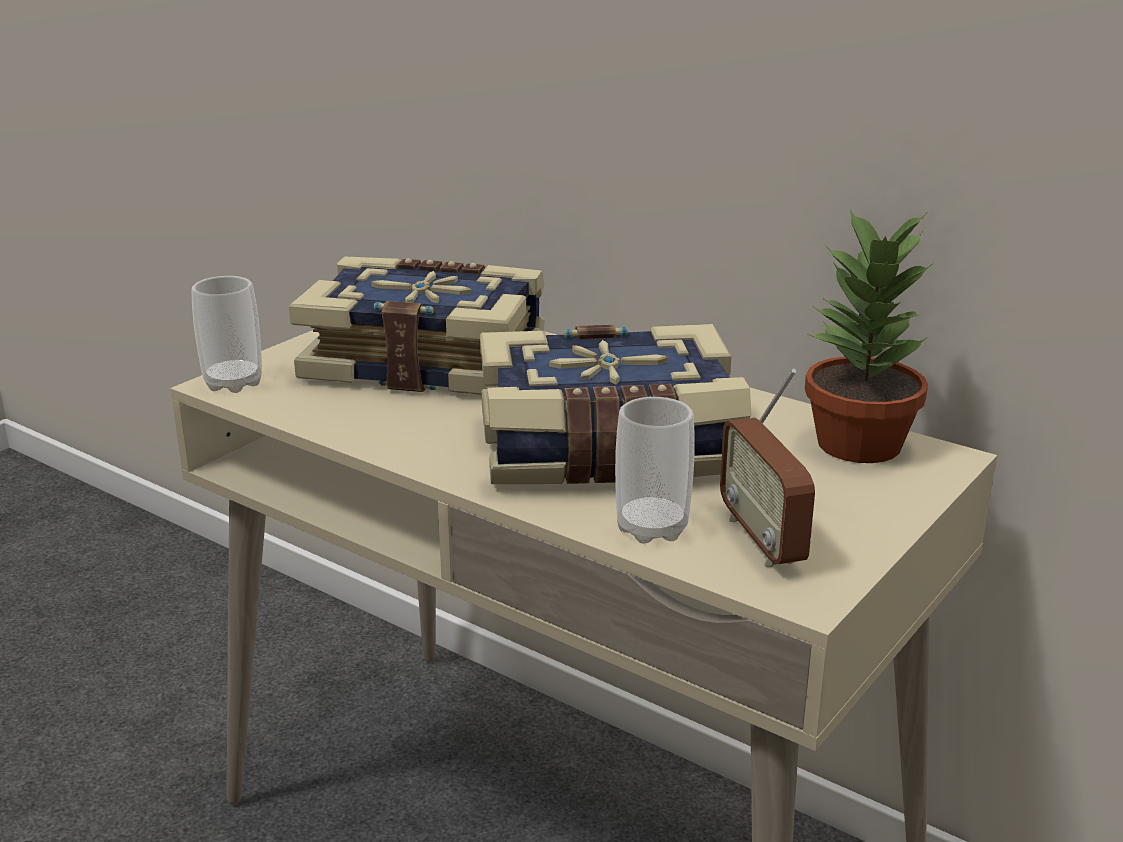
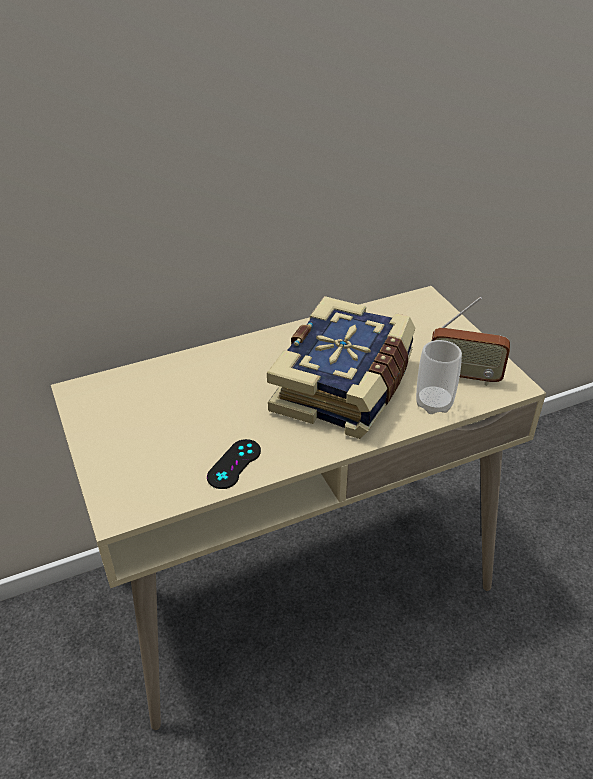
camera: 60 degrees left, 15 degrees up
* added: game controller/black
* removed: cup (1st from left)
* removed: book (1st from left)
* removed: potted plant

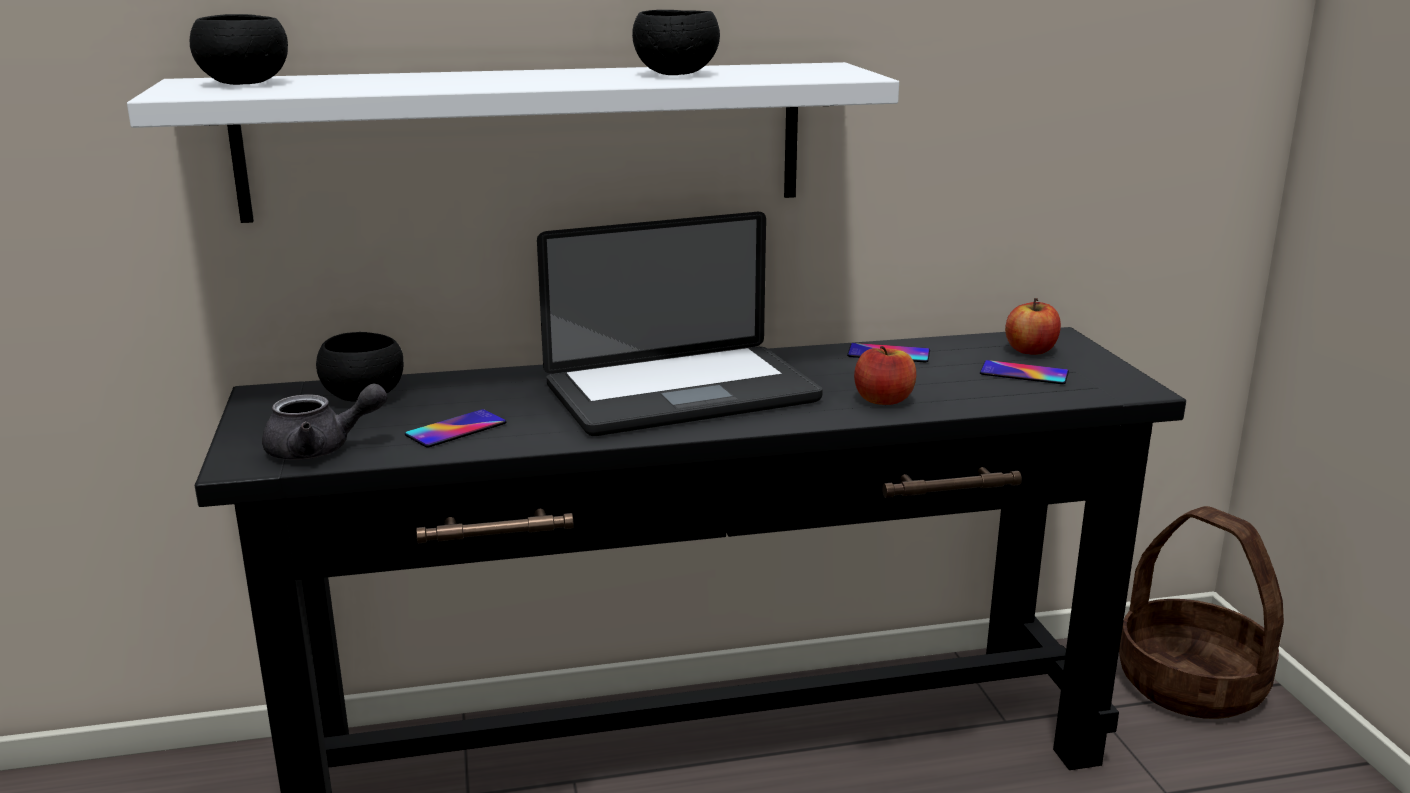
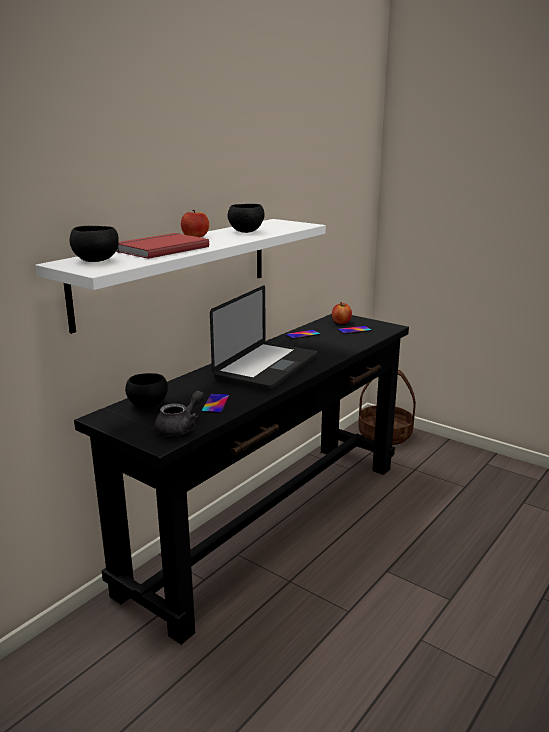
camera: 40 degrees left, 0 degrees up
* added: book/red
* moved: apple (1st from left)

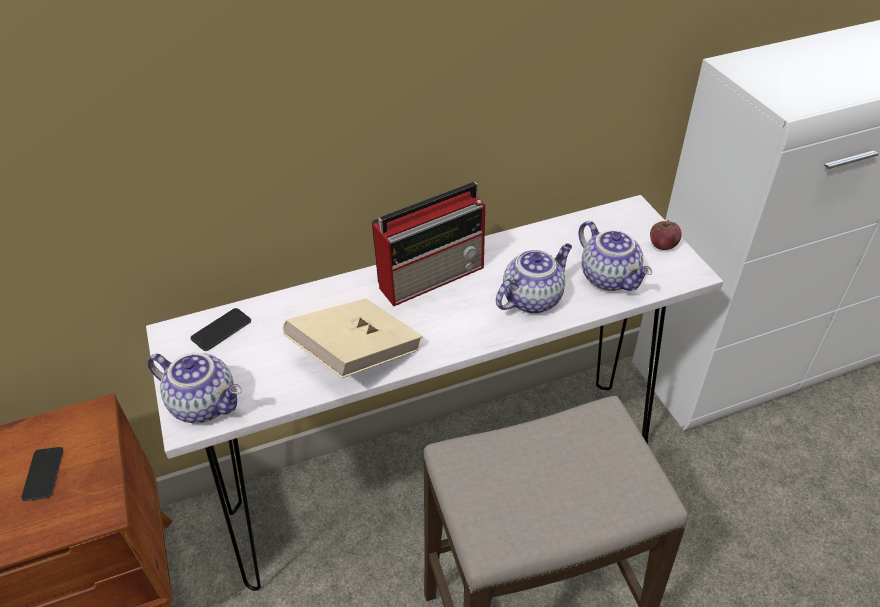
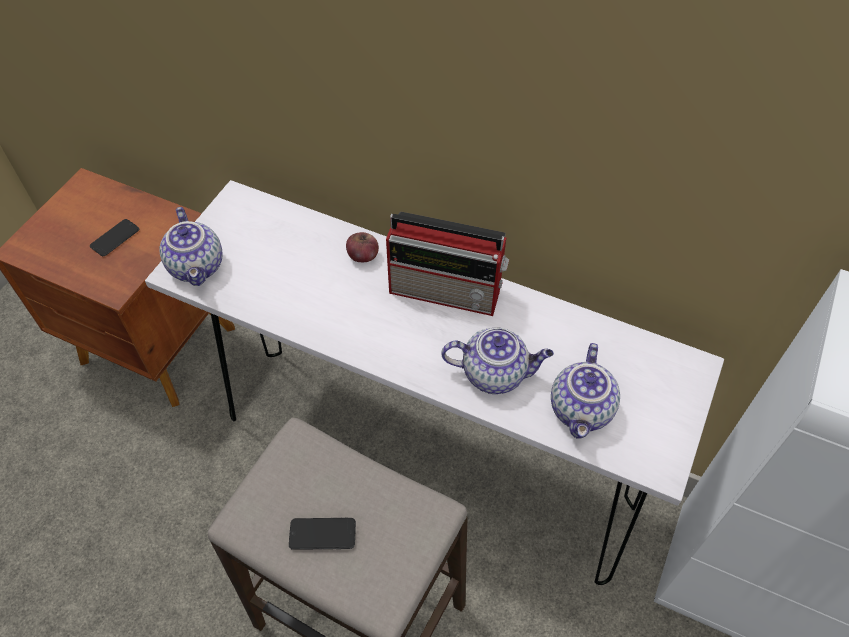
camera: 45 degrees right, 10 degrees up
* moved: phone (2nd from left)
* moved: apple
* removed: book/beige

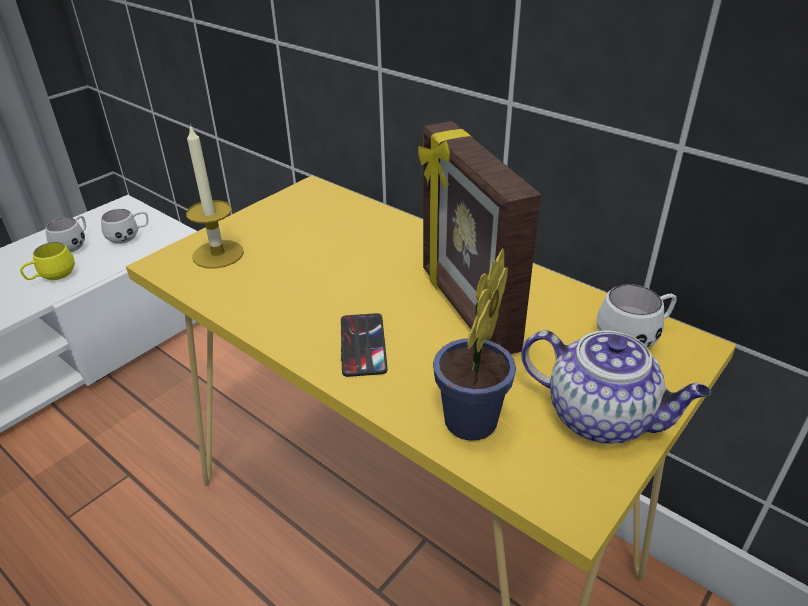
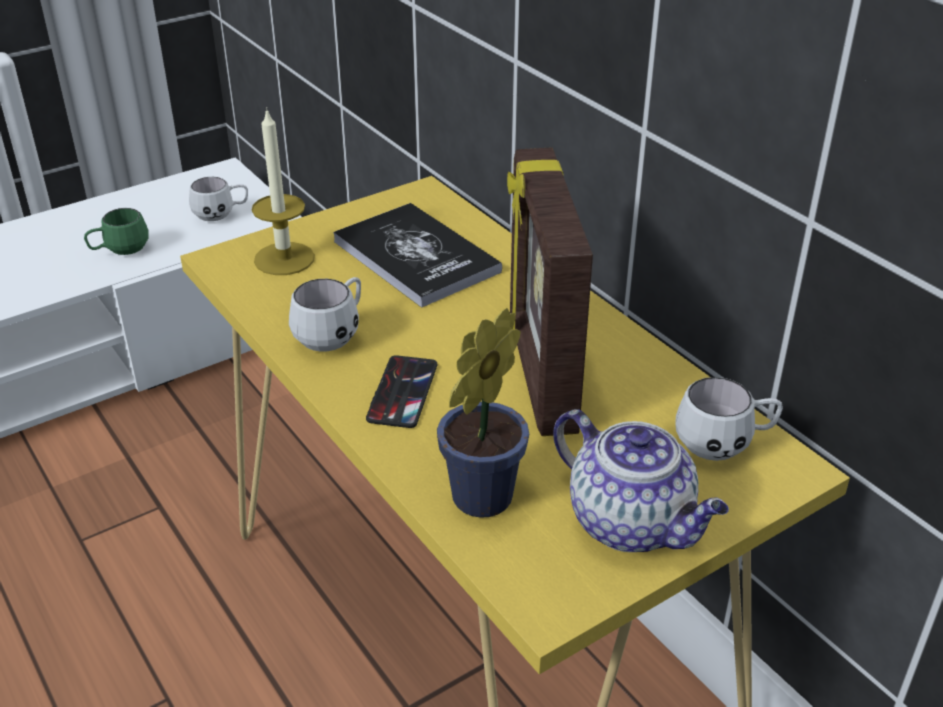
camera: 15 degrees right, 0 degrees up
* recoloured: mug/yellow to mug/green
* moved: mug/white (1st from left in the first image) to mug/white (2nd from left)
* added: book

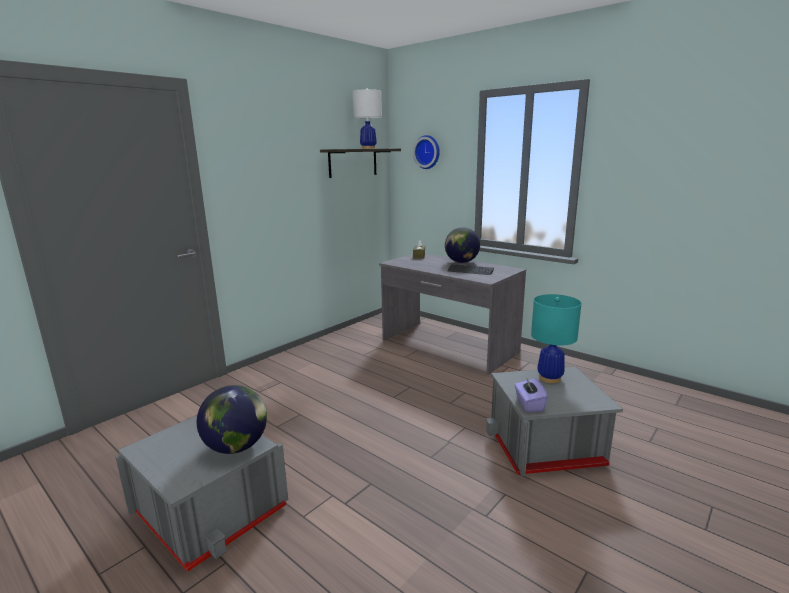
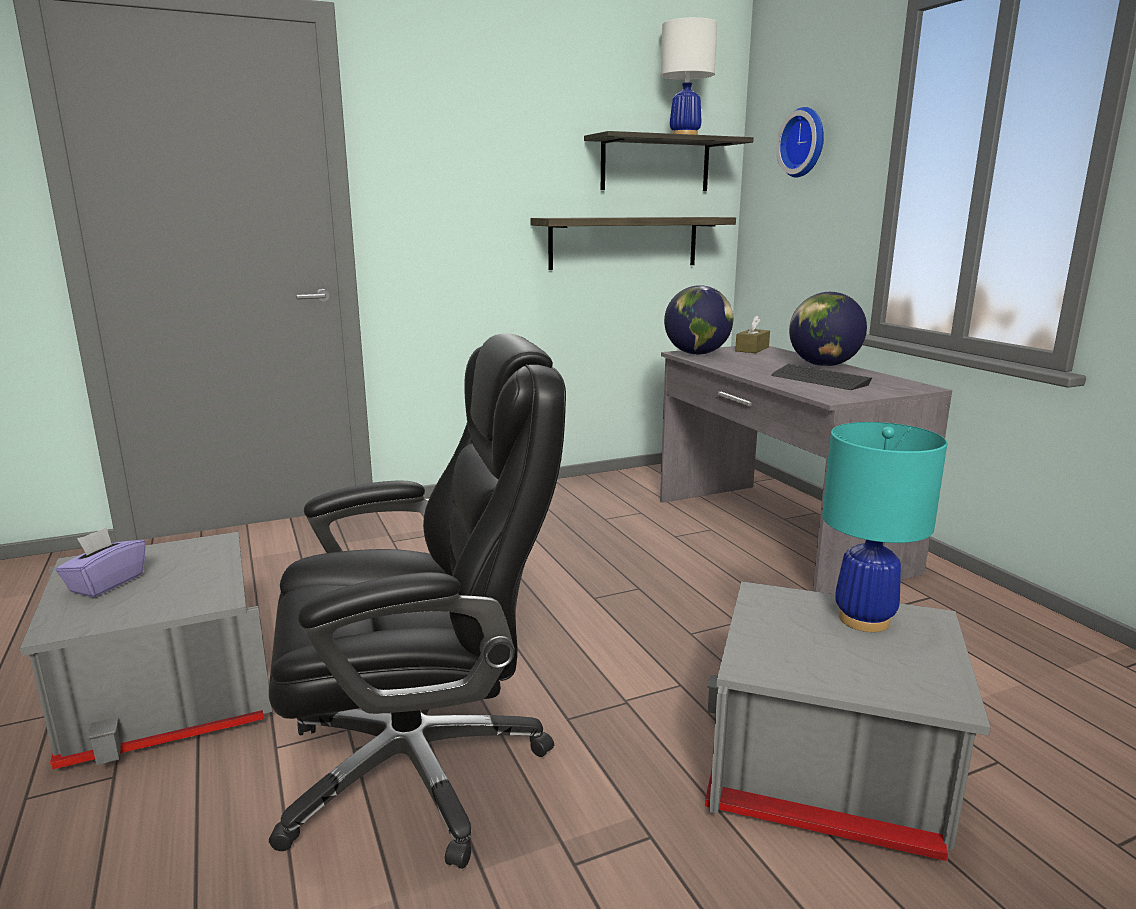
camera: 25 degrees right, 0 degrees up
* moved: tissue box/purple
* added: office chair/black
* added: shelf (1st from left)
* moved: globe (1st from left)

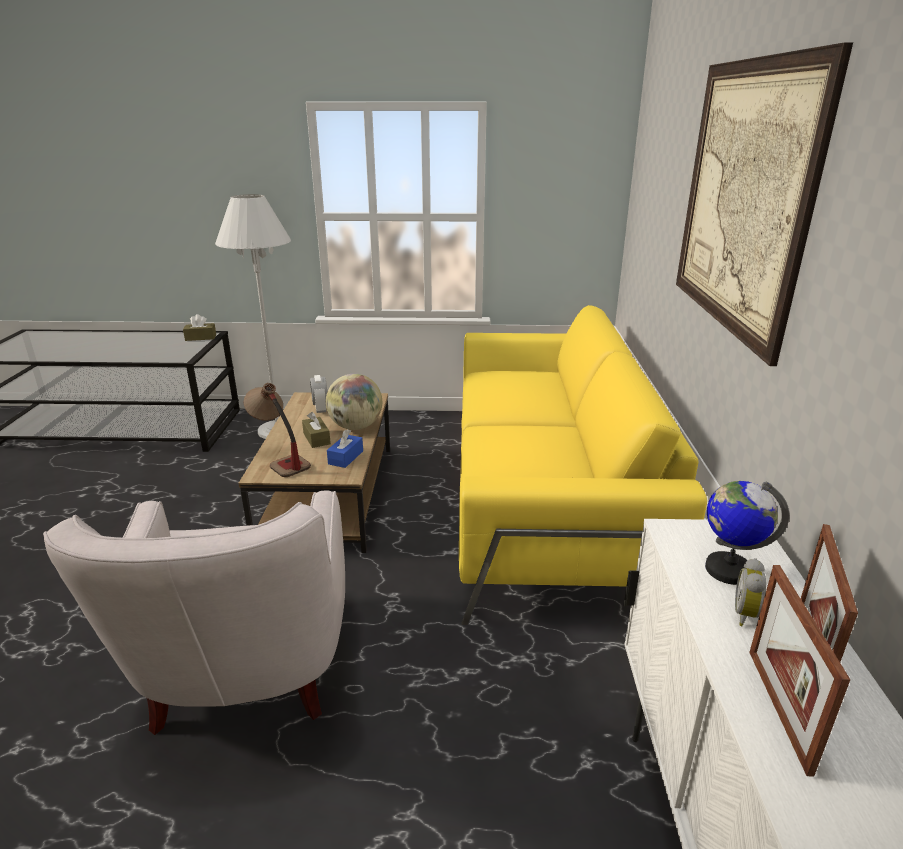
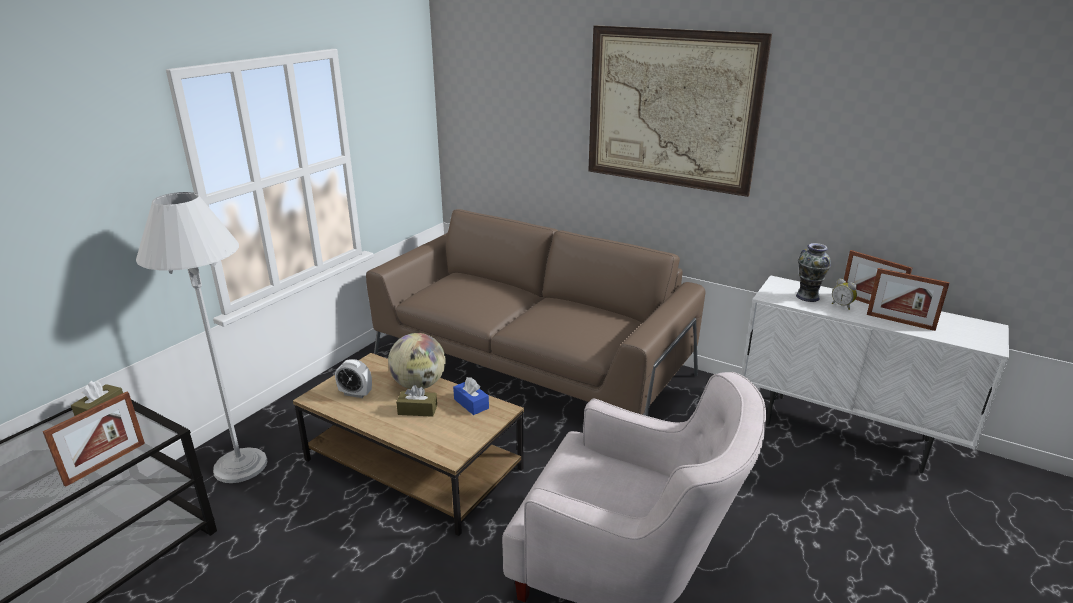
camera: 60 degrees left, 0 degrees up
* added: picture frame (1st from left)
* recoloured: sofa/yellow to sofa/brown
* replaced: globe (2nd from left) to vase
* removed: table lamp

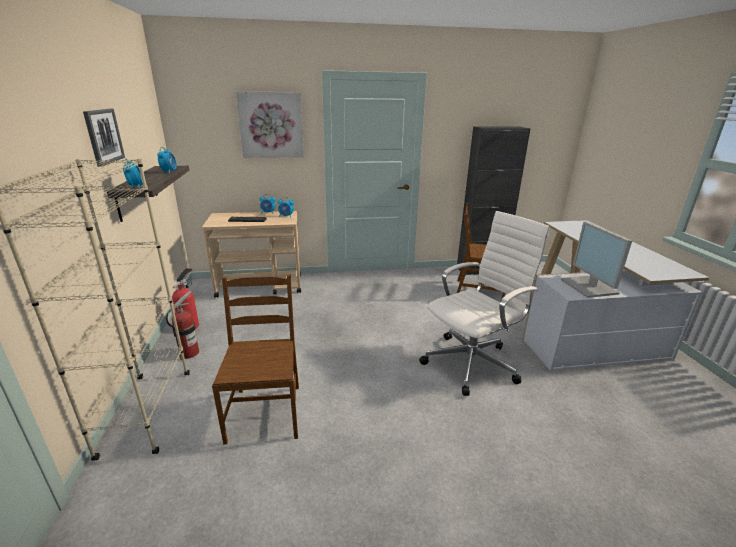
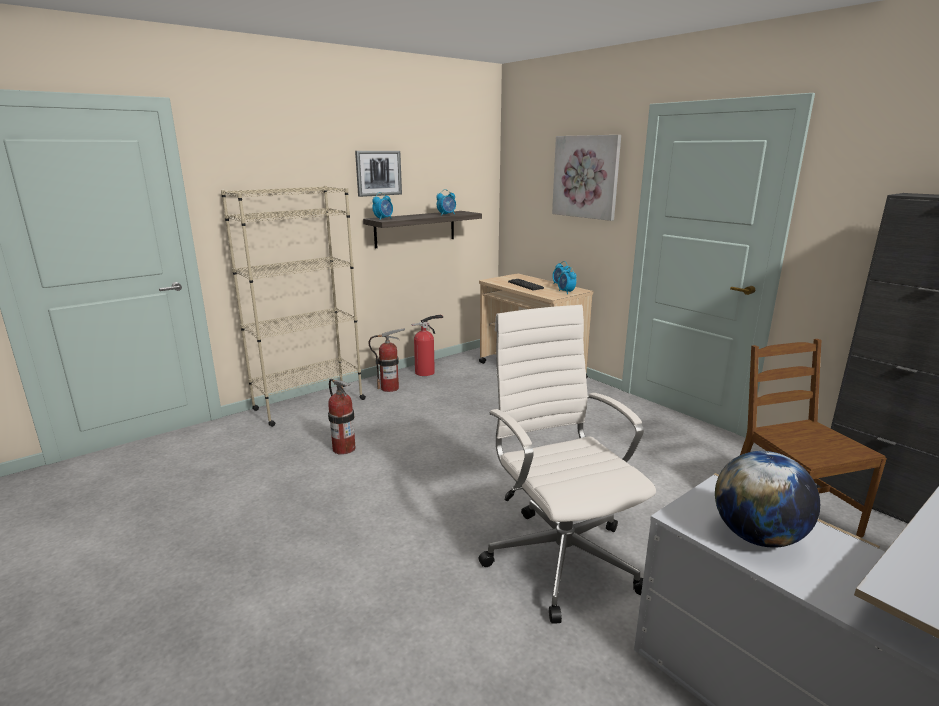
camera: 60 degrees right, 5 degrees down
* replaced: chair/brown (1st from left) to fire extinguisher (1st from left)
* turned: office chair/white 135 degrees counterclockwise
* replaced: monitor to globe

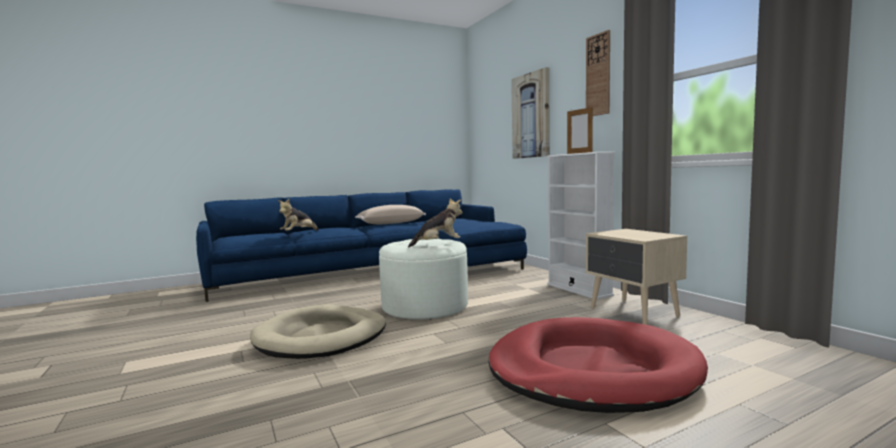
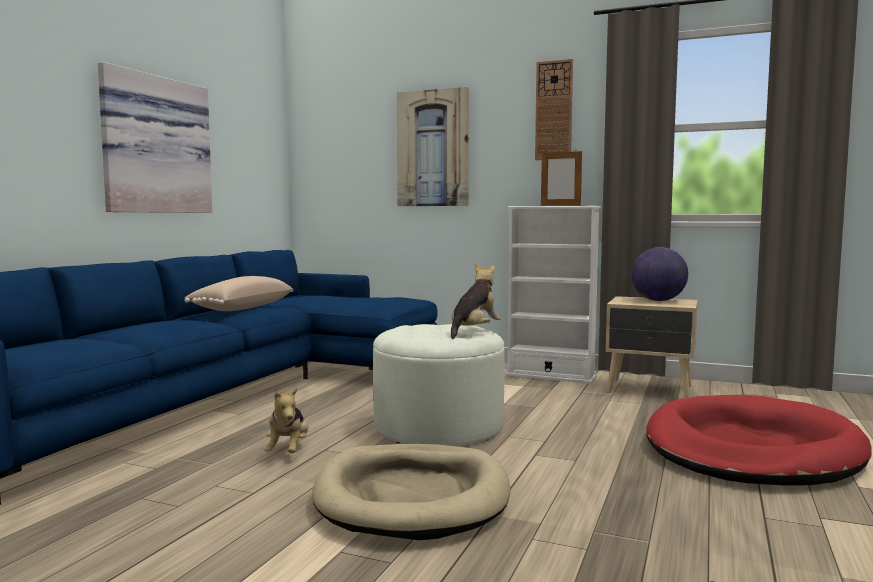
camera: 40 degrees left, 0 degrees up
* added: picture (1st from left)
* moved: plush toy (1st from left)
* added: globe

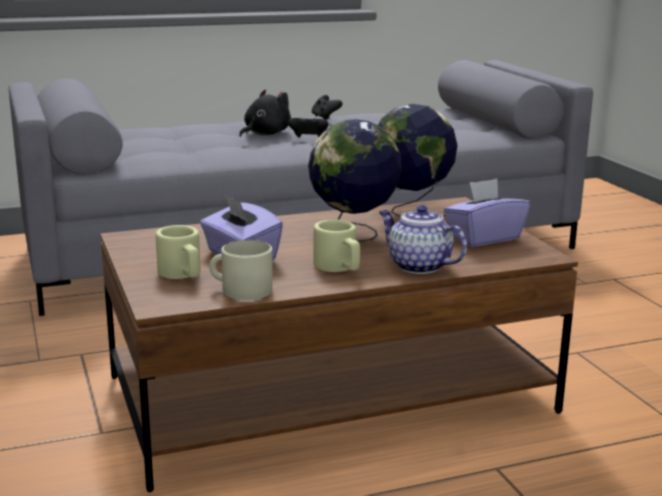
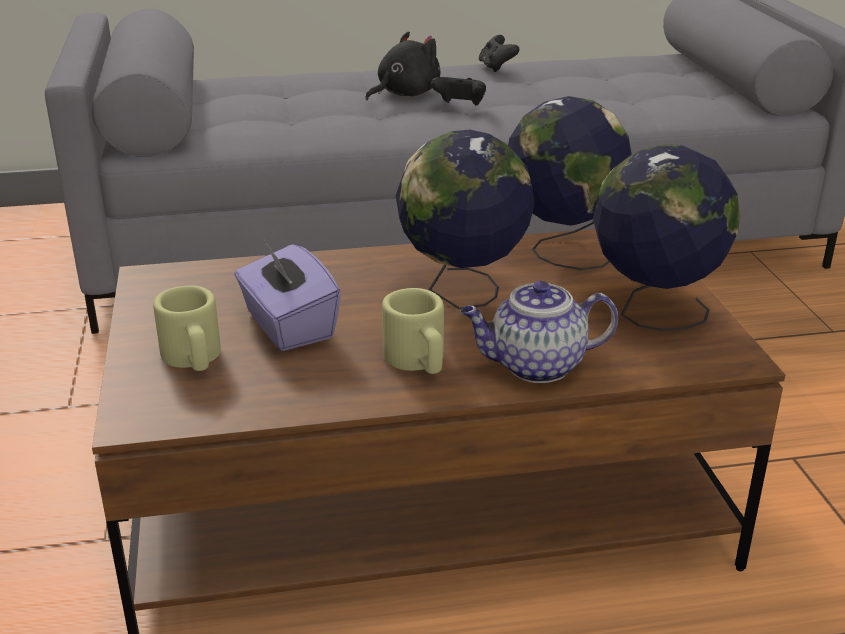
camera: 10 degrees right, 10 degrees up
* turned: teapot 60 degrees counterclockwise
* replaced: tissue box/purple (2nd from left) to globe (3rd from left)
* removed: mug/beige (2nd from left)

